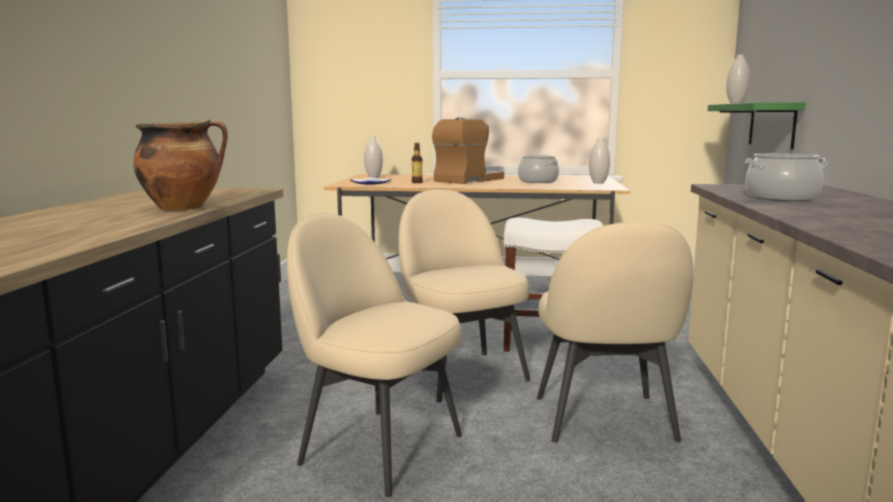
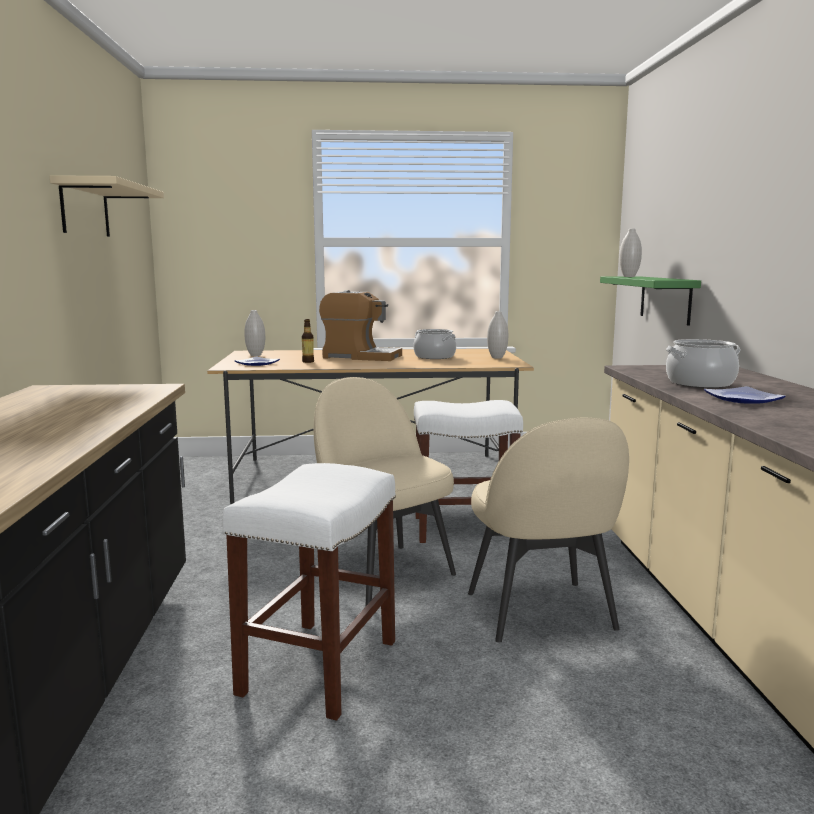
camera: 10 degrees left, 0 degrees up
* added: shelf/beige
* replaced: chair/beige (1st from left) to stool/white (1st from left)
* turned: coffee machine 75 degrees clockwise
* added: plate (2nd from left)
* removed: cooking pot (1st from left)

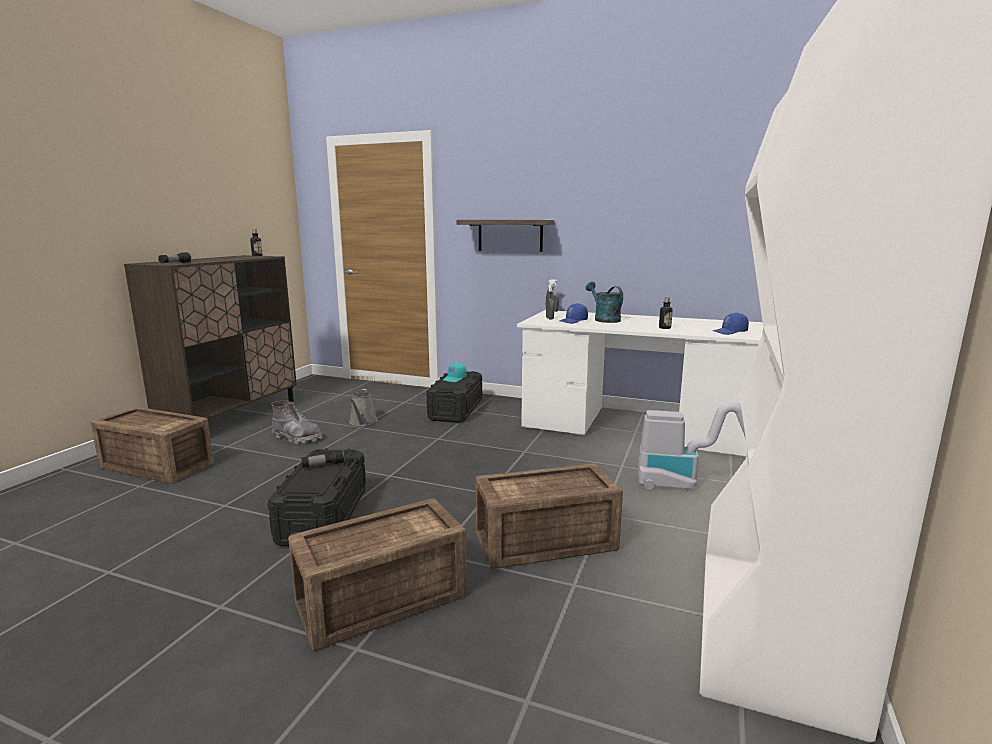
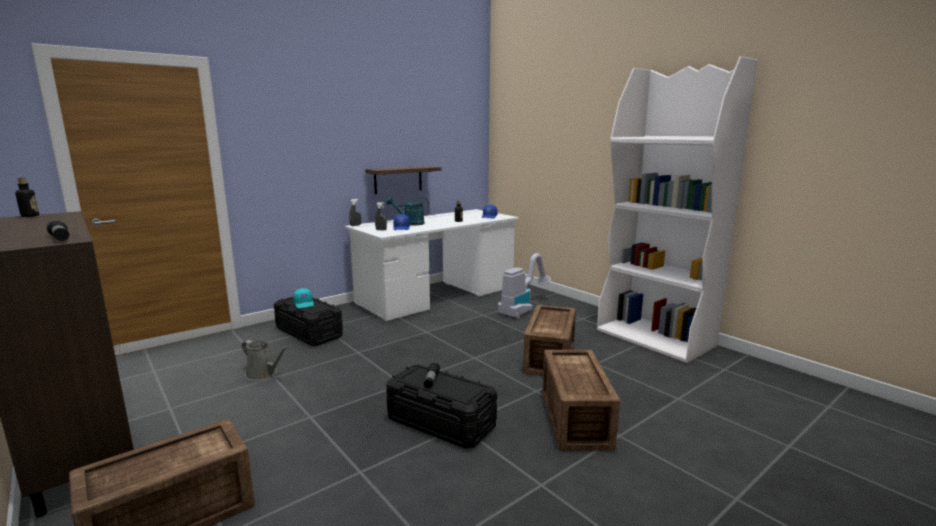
camera: 60 degrees left, 0 degrees up
* moved: shelf
* removed: boot/grey

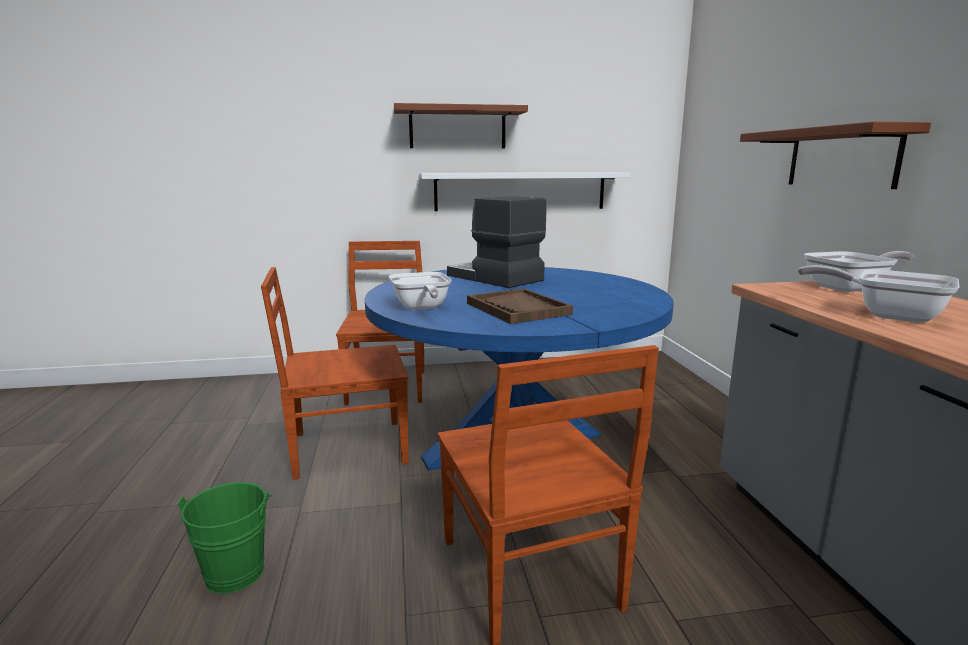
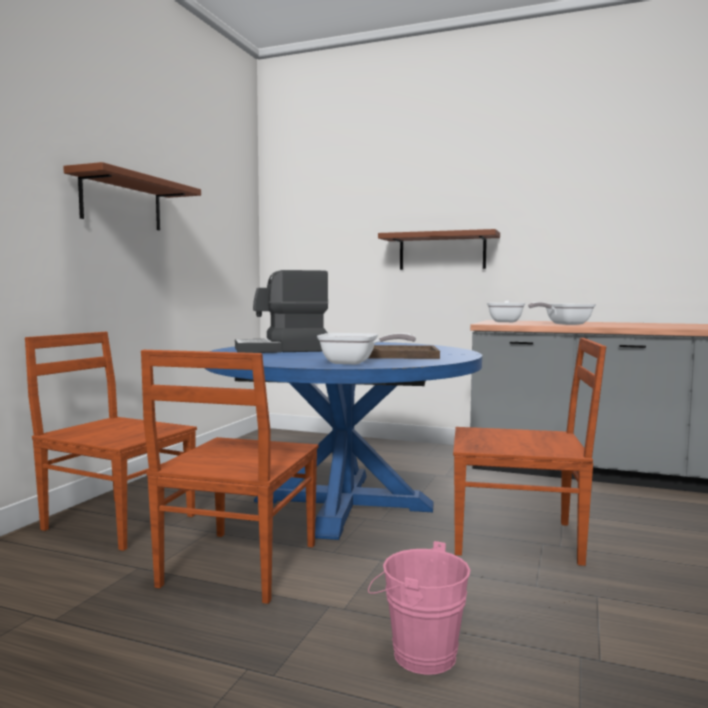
camera: 60 degrees left, 10 degrees down
* recoloured: bucket/green to bucket/pink
* removed: shelf/white

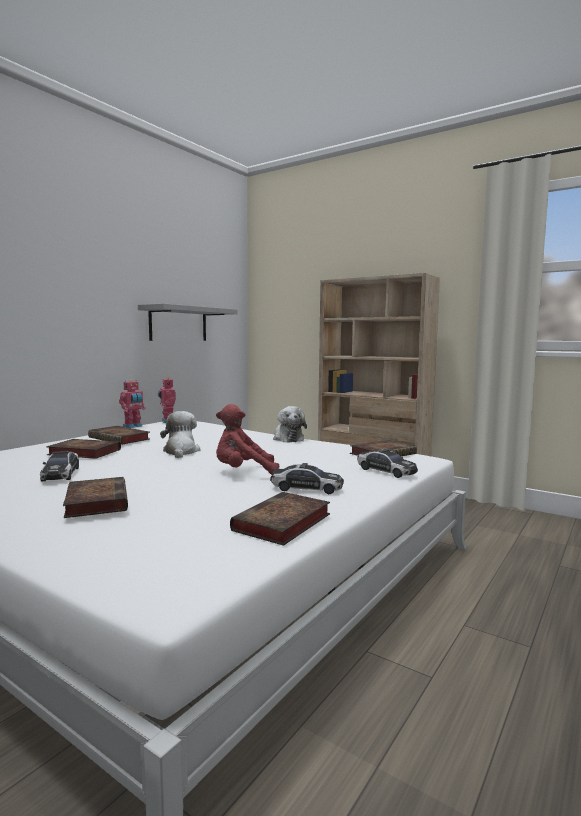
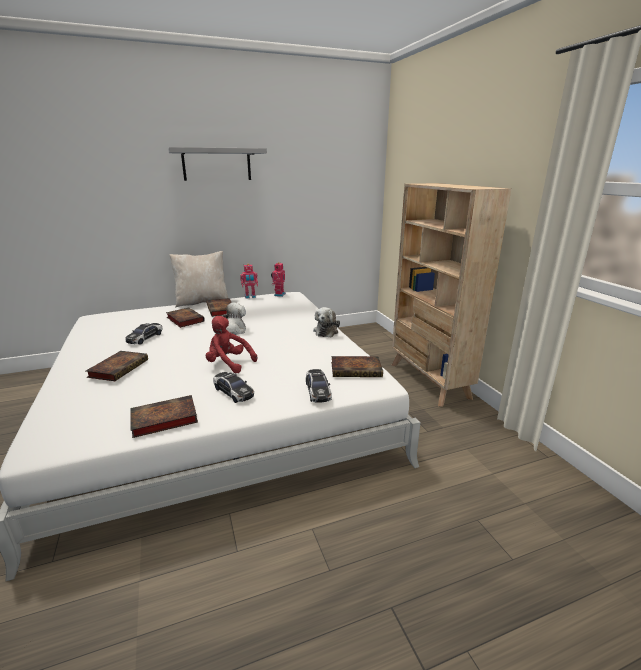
camera: 35 degrees right, 15 degrees up
* moved: shelf/grey
* added: pillow/beige

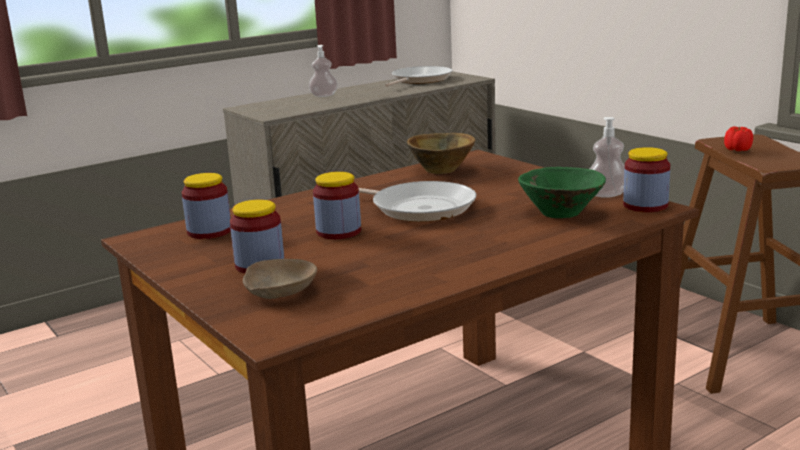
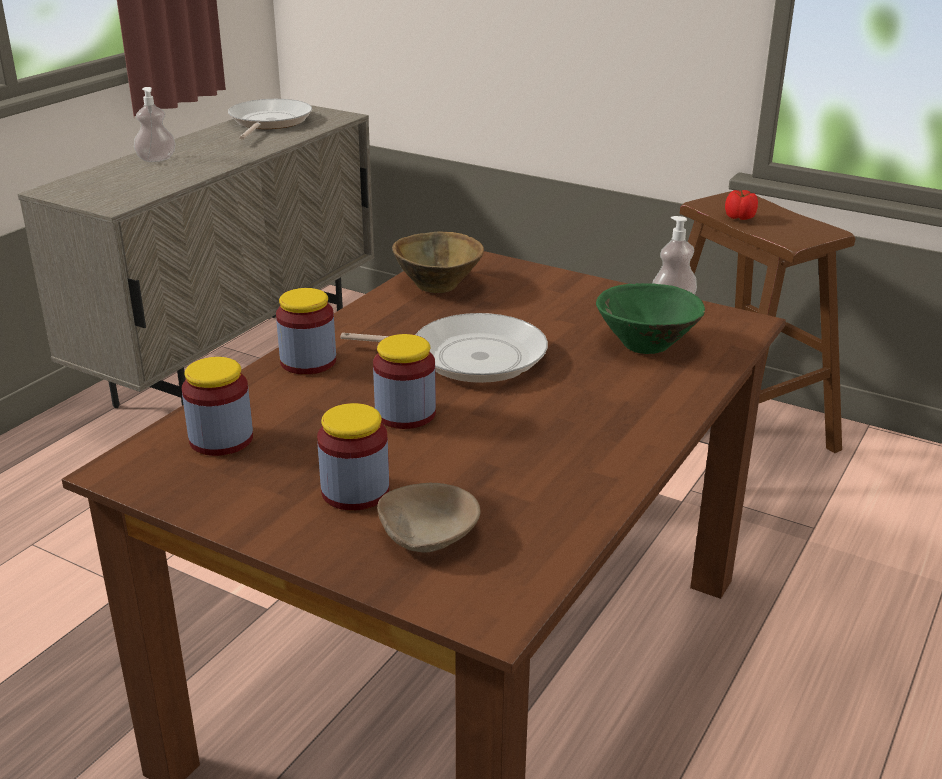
camera: 25 degrees left, 10 degrees up
* moved: jar (4th from left in the first image) to jar (2nd from left)

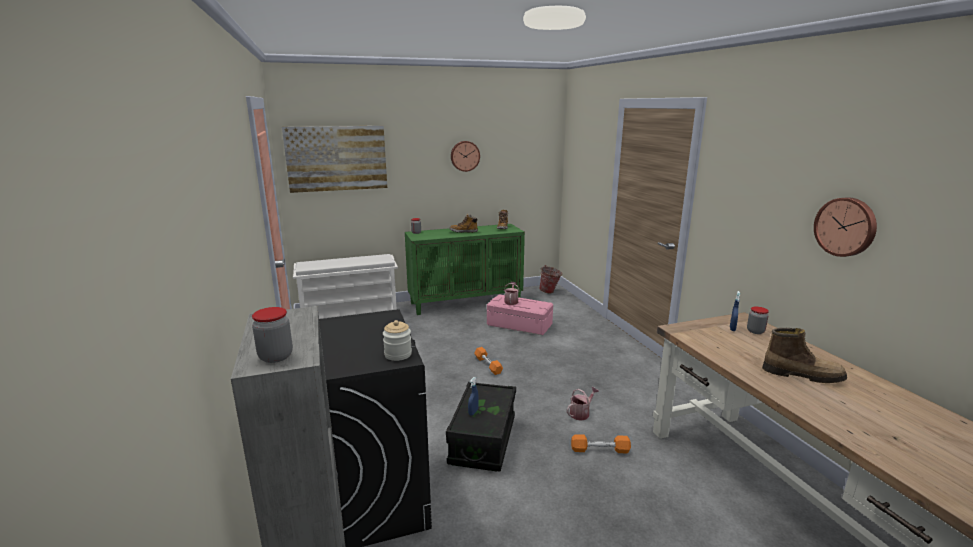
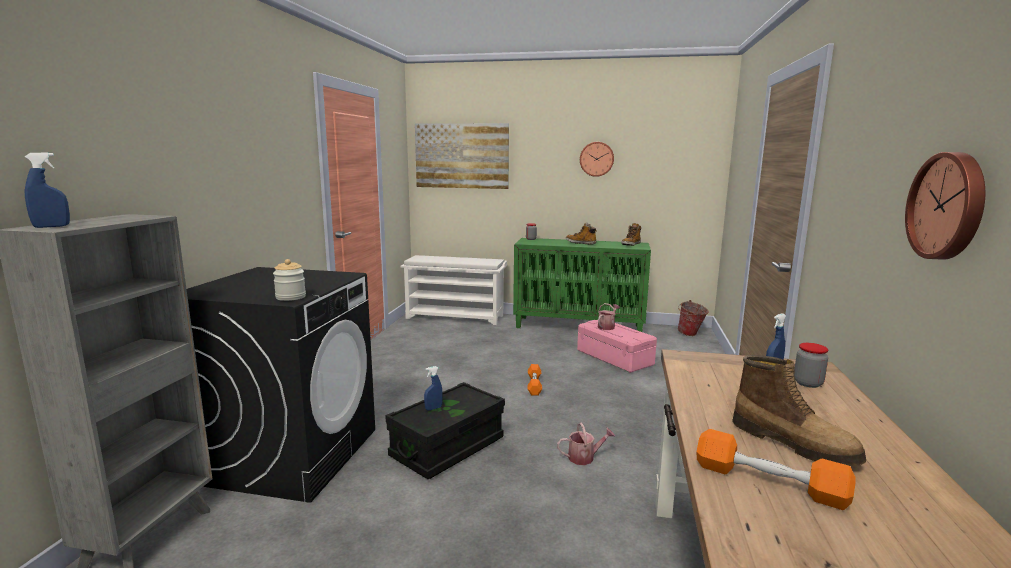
camera: 30 degrees right, 5 degrees down
* replaced: jar (1st from left) to spray bottle/blue (1st from left)
* moved: dumbbell/orange (2nd from left)

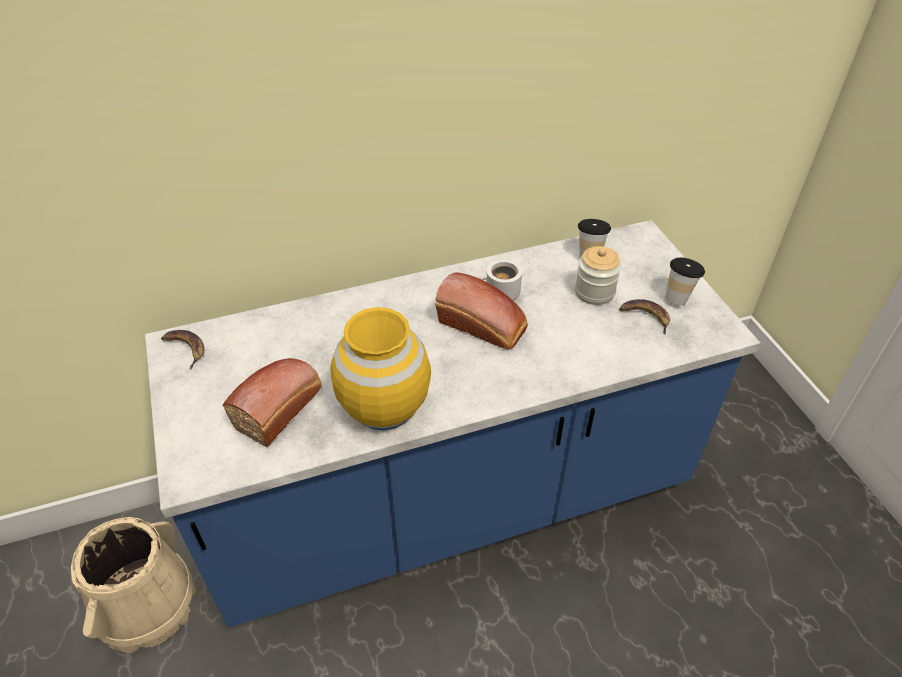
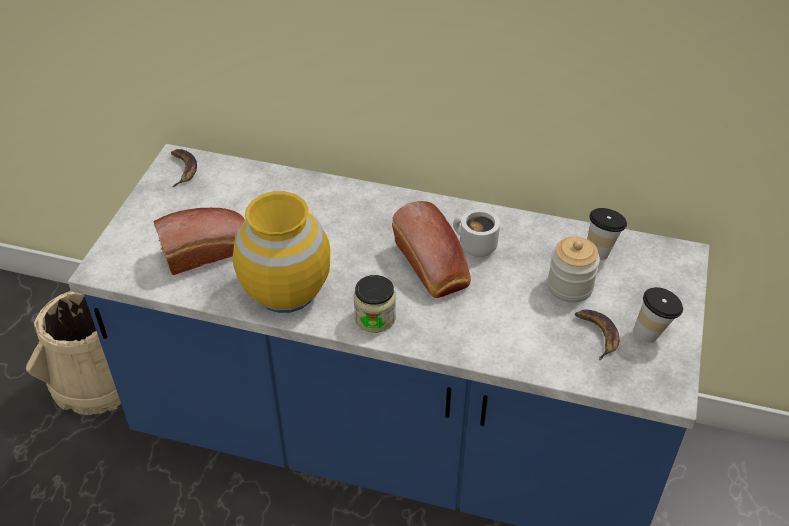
camera: 35 degrees right, 0 degrees up
* added: jar (1st from left)

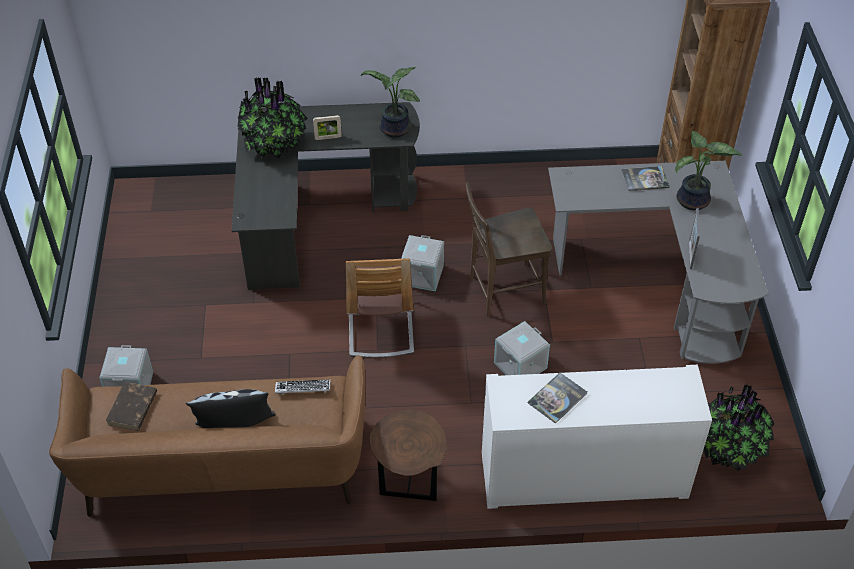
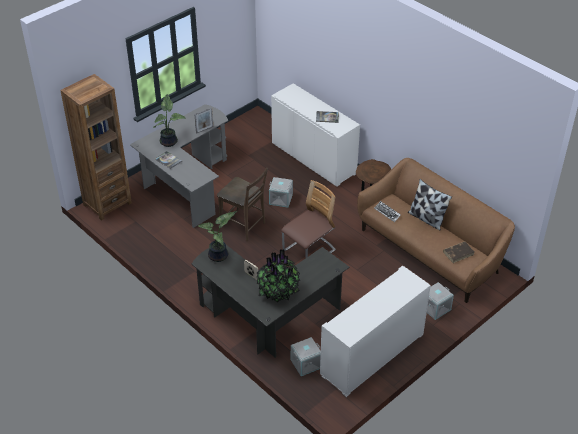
camera: 130 degrees left, 5 degrees down
* moved: storage box/grey (2nd from left)
* added: cabinet/white (2nd from left)
* removed: potted plant (4th from left)

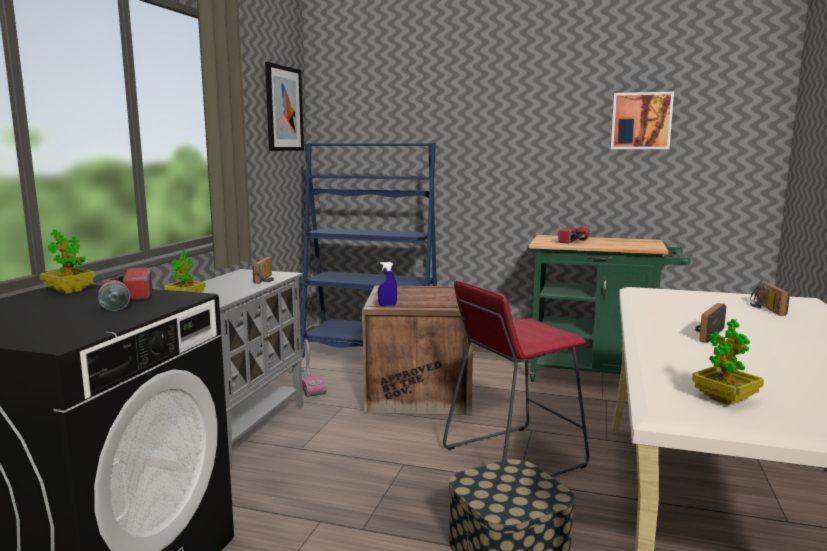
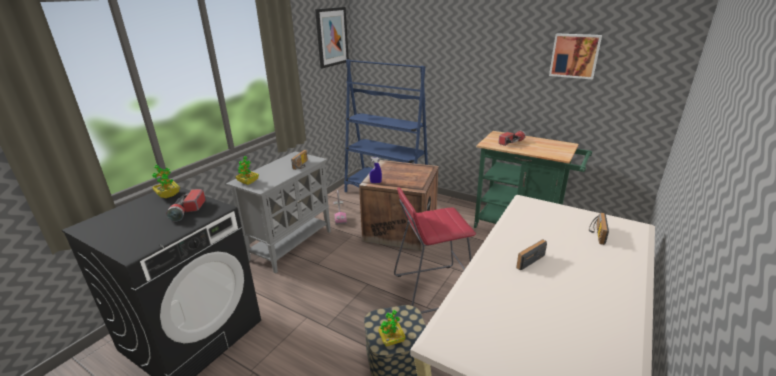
camera: 15 degrees right, 15 degrees up
* moved: potted plant (3rd from left)

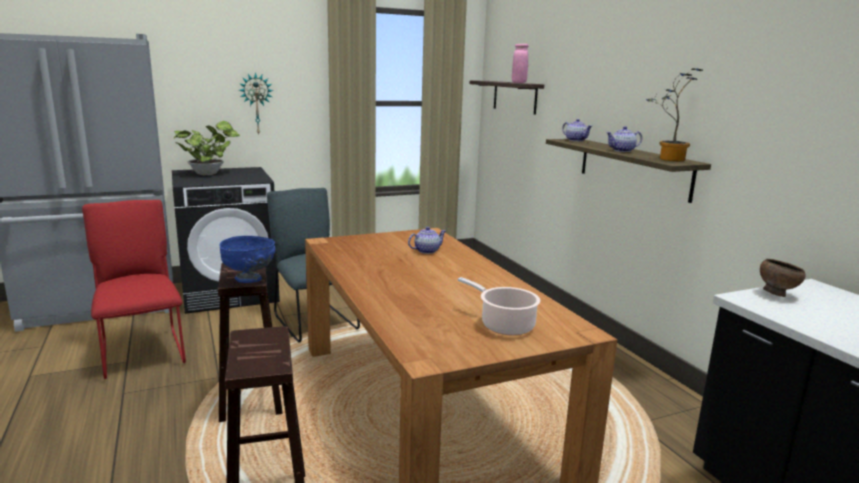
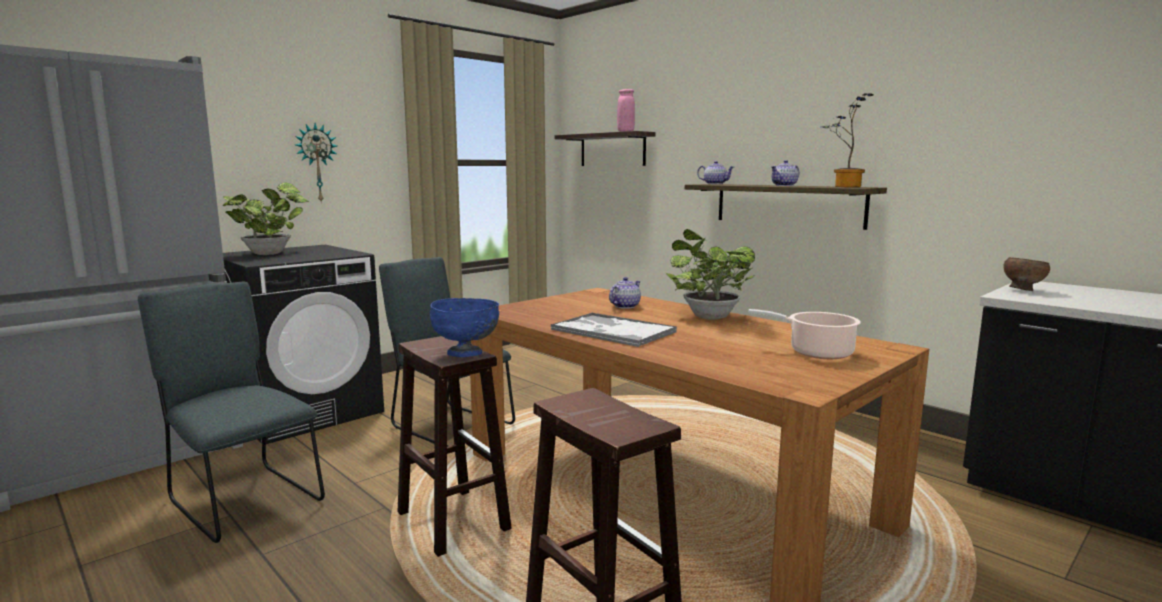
camera: 20 degrees left, 5 degrees down
* recoloured: chair/red to chair/grey (1st from left)
* added: tray
* added: potted plant (2nd from left)

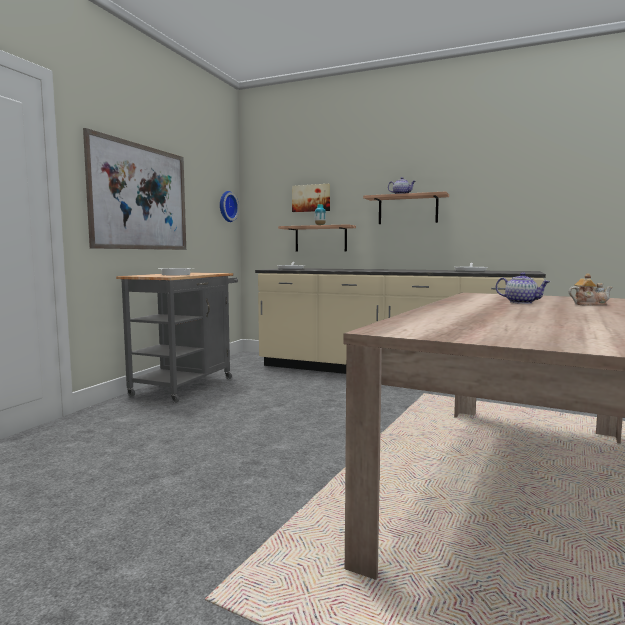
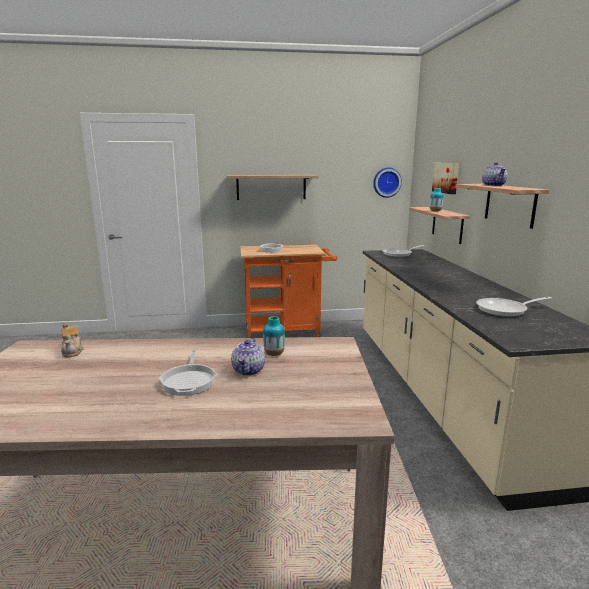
camera: 60 degrees right, 10 degrees up
* moved: teapot (3rd from left in the first image) to teapot (1st from left)
* added: frying pan (1st from left)
* replaced: picture (1st from left) to shelf (1st from left)
* recoloured: cart/grey to cart/orange
* added: vase (1st from left)

